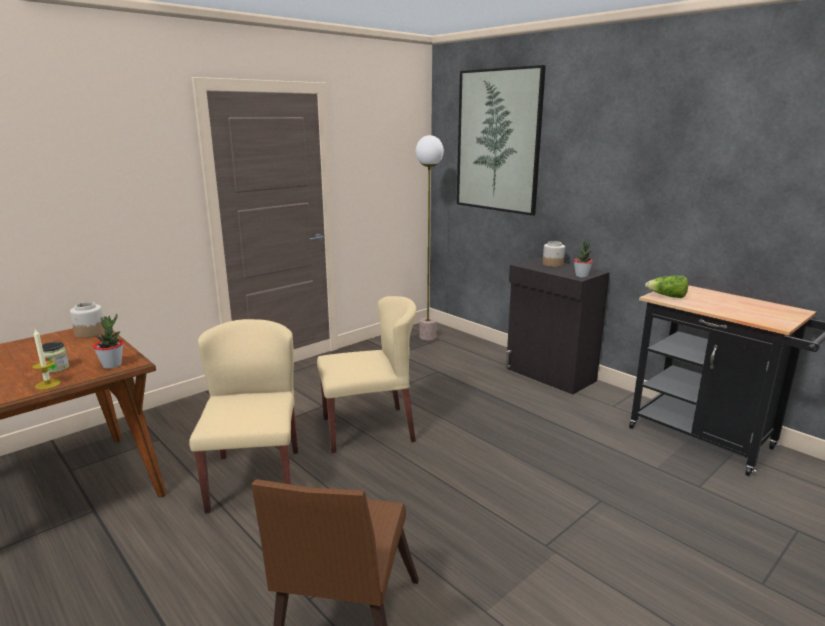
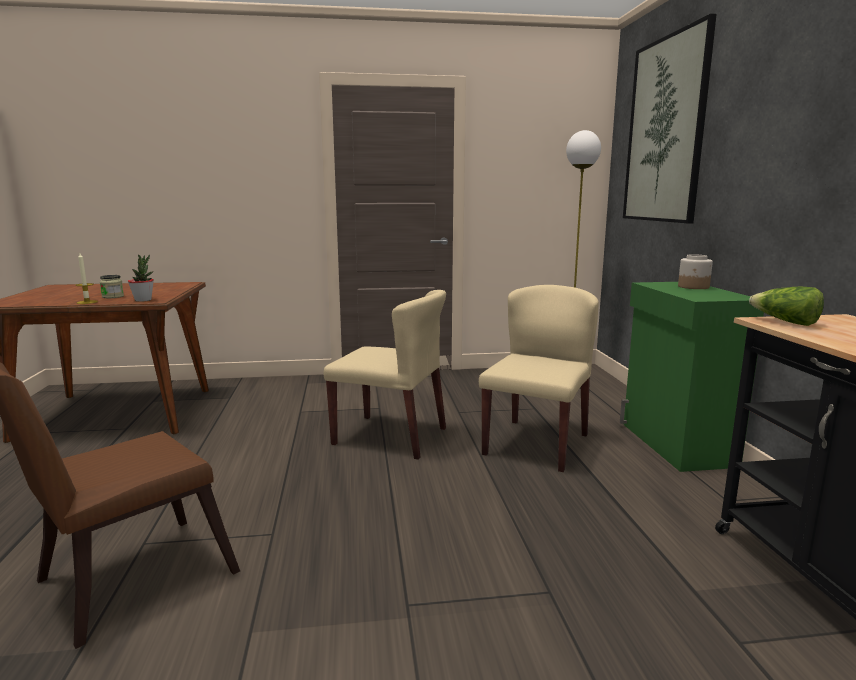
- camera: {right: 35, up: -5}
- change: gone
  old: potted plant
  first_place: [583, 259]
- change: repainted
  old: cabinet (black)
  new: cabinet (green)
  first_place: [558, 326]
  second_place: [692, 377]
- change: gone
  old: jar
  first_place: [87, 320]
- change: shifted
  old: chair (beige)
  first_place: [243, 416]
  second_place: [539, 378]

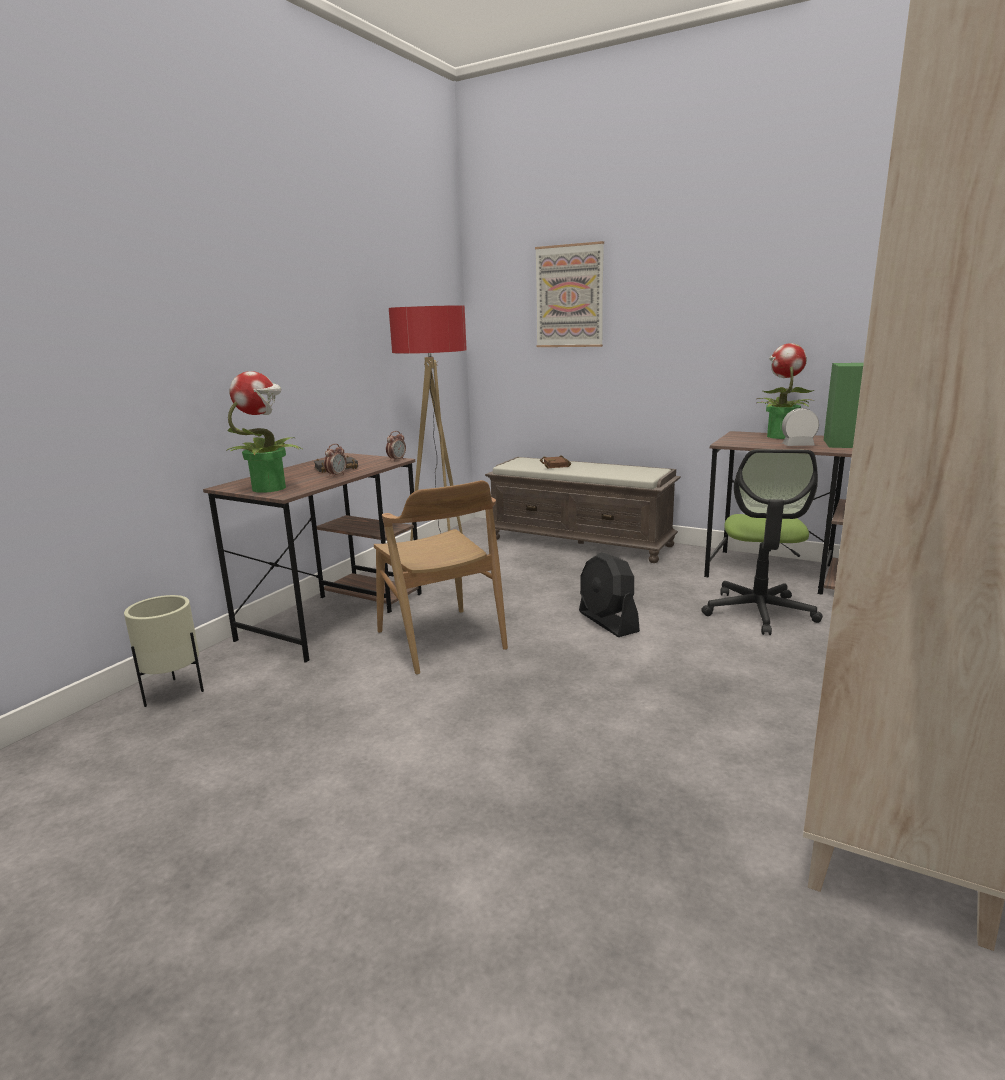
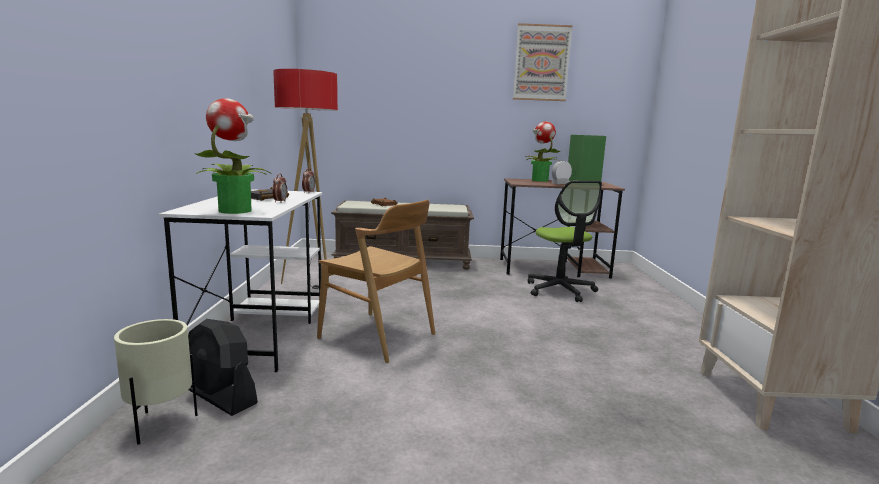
- camera: {right: -30, up: -5}
- change: shifted
  old: picture
  first_place: [569, 294]
  second_place: [543, 62]
- change: repainted
  old: desk (brown)
  new: desk (white)
  first_place: [312, 558]
  second_place: [240, 280]
- change: shifted
  old: fan (black)
  first_place: [609, 594]
  second_place: [223, 367]

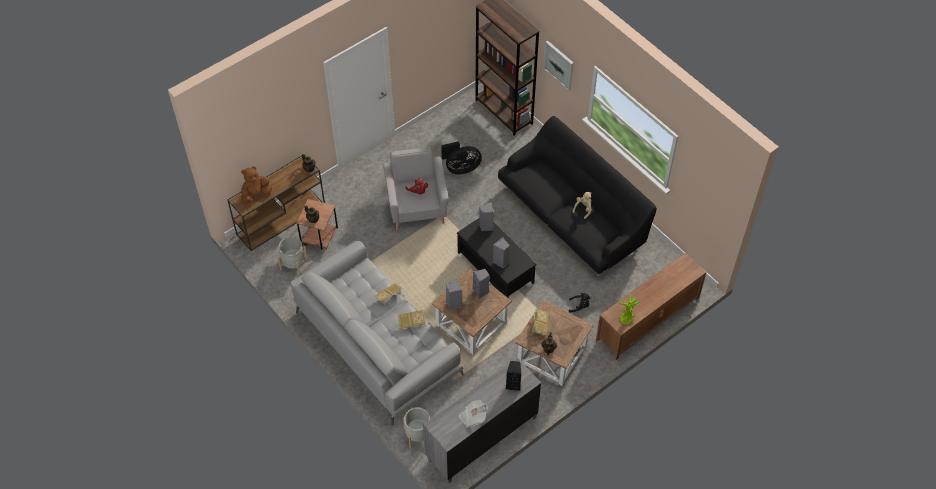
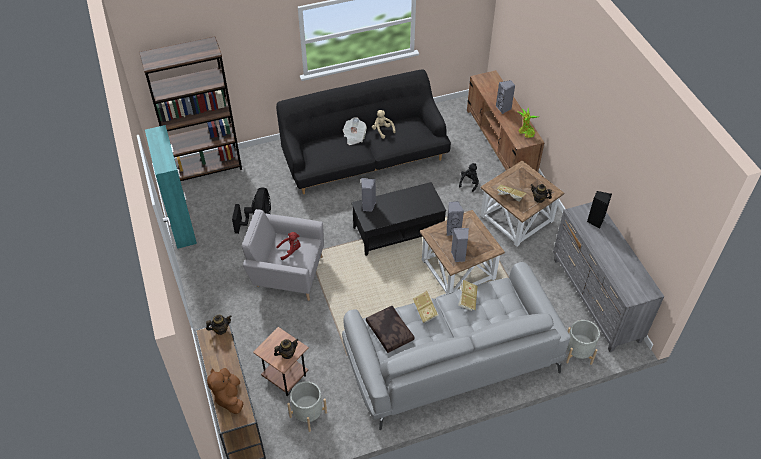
- camera: {right: -70, up: -5}
- change: gone
  old: picture
  first_place: [558, 65]
- change: shifted
  old: speaker (grey)
  first_place: [501, 252]
  second_place: [505, 97]
- change: shifted
  old: newspaper
  first_place: [473, 413]
  second_place: [355, 131]
- change: new
  new: cabinet (turquoise)
  second_place: [171, 187]
- change: new
  new: pillow (brown)
  second_place: [390, 329]

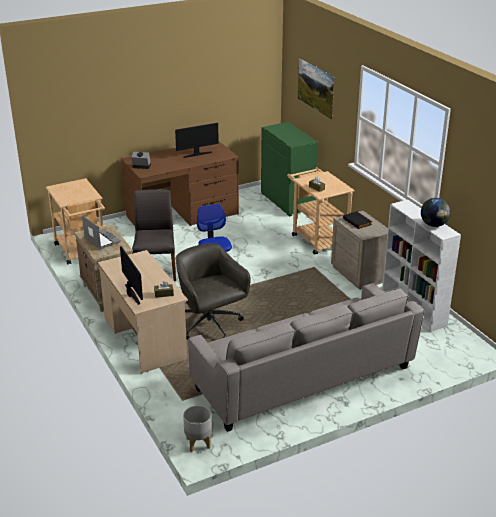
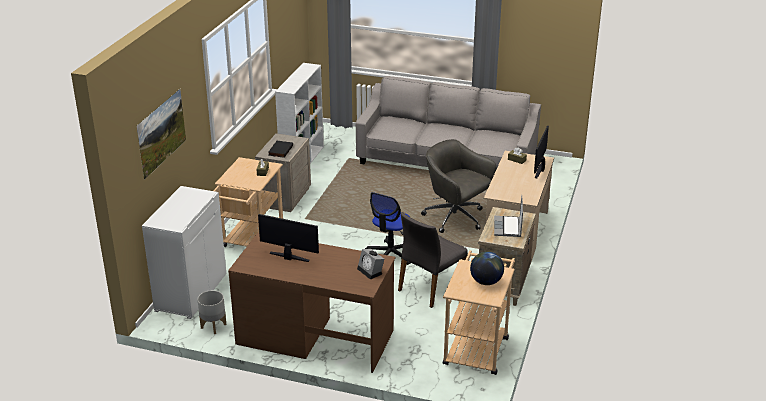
- camera: {right: -135, up: 0}
- change: repainted
  old: cabinet (green)
  new: cabinet (white)
  first_place: [289, 169]
  second_place: [184, 252]
- change: shifted
  old: globe
  first_place: [435, 212]
  second_place: [487, 268]
- change: rotated
  old: office chair (grey)
  first_place: [213, 291]
  second_place: [458, 186]
  degrees: 120
- change: shifted
  old: planter (grey)
  first_place: [197, 428]
  second_place: [212, 312]

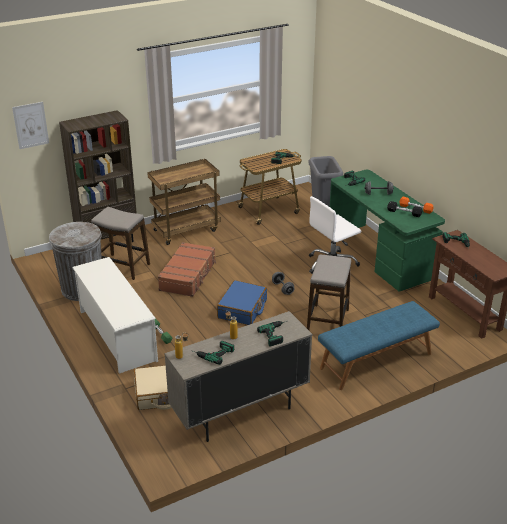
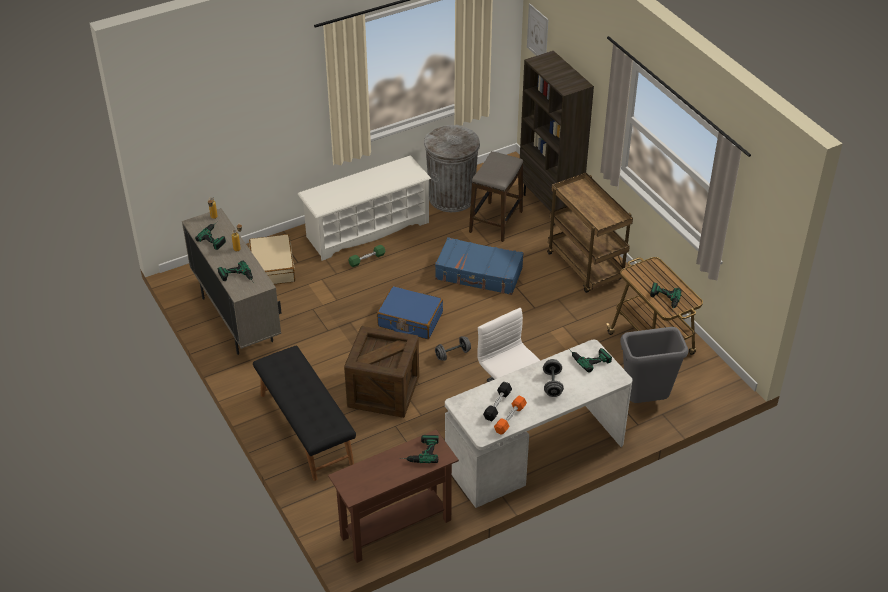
- camera: {right: 90, up: 10}
- change: repainted
  old: desk (green)
  new: desk (white)
  first_place: [387, 231]
  second_place: [538, 424]
- change: repainted
  old: suitcase (brown)
  new: suitcase (blue)
  first_place: [187, 269]
  second_place: [479, 266]
- change: swapped
  old: stool
  new: crate
  first_place: [329, 292]
  second_place: [381, 372]
- change: repainted
  old: bench (blue)
  new: bench (black)
  first_place: [379, 345]
  second_place: [304, 413]

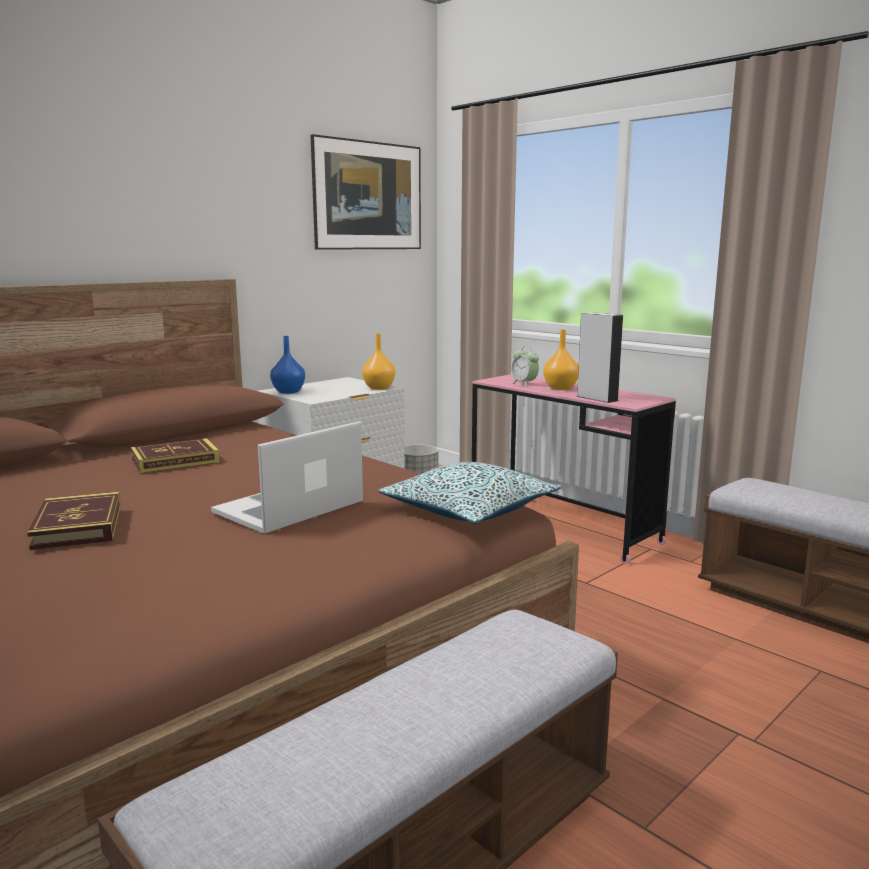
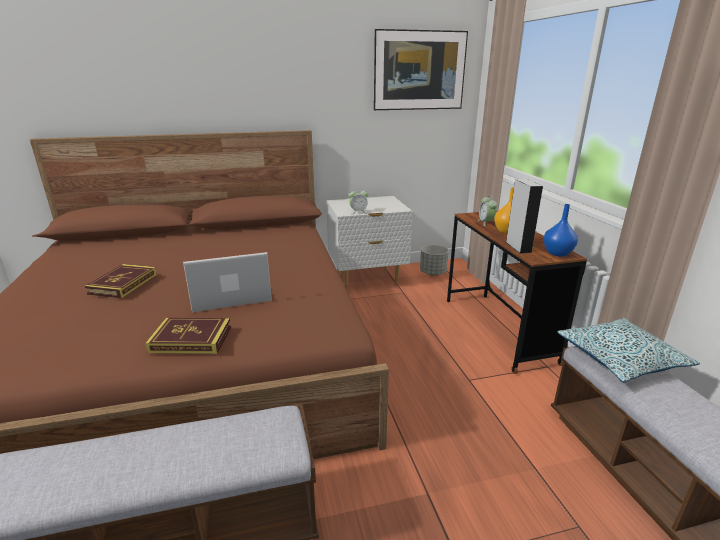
- camera: {right: 30, up: 10}
- change: gone
  old: vase (orange)
  first_place: [379, 361]
- change: shifted
  old: vase (blue)
  first_place: [287, 365]
  second_place: [561, 230]
- change: repainted
  old: desk (pink)
  new: desk (brown)
  first_place: [574, 469]
  second_place: [517, 293]
- change: shifted
  old: book
  first_place: [175, 455]
  second_place: [188, 336]
- change: shifted
  old: pillow
  first_place: [469, 493]
  second_place: [628, 350]
- change: new
  new: alarm clock
  second_place: [358, 201]

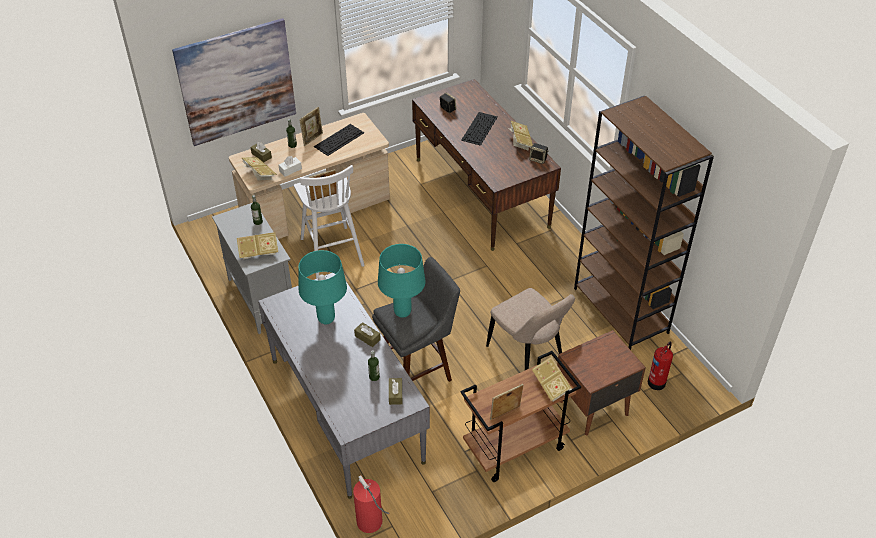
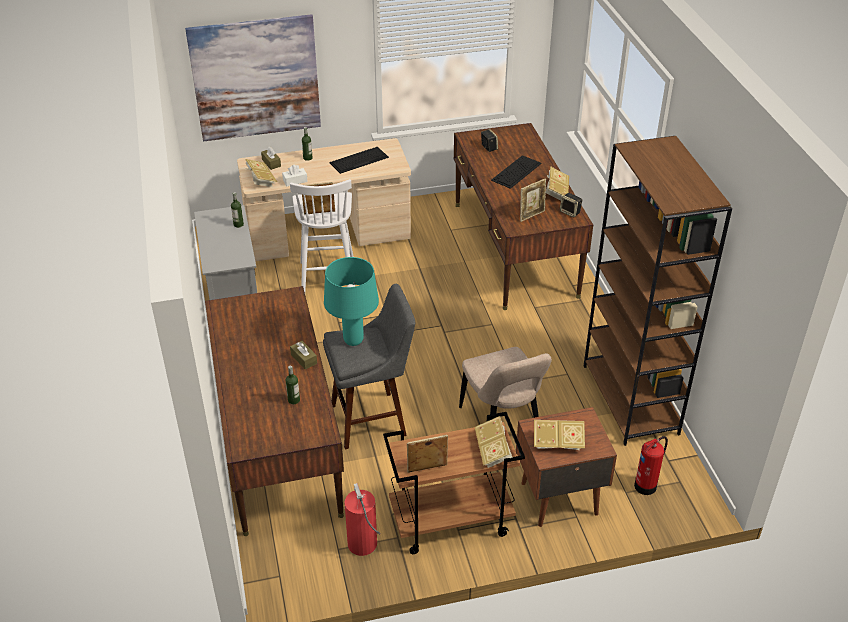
- camera: {right: 15, up: -5}
- change: shifted
  old: picture frame
  first_place: [311, 126]
  second_place: [533, 200]
- change: shifted
  old: book
  first_place: [257, 246]
  second_place: [559, 435]
- change: gone
  old: table lamp (turquoise)
  first_place: [323, 287]
- change: repainted
  old: desk (grey)
  new: desk (brown)
  first_place: [344, 386]
  second_place: [274, 411]
- change: gone
  old: tissue box (brown)
  first_place: [395, 391]
- change: shifted
  old: fire extinguisher
  first_place: [371, 504]
  second_place: [363, 519]

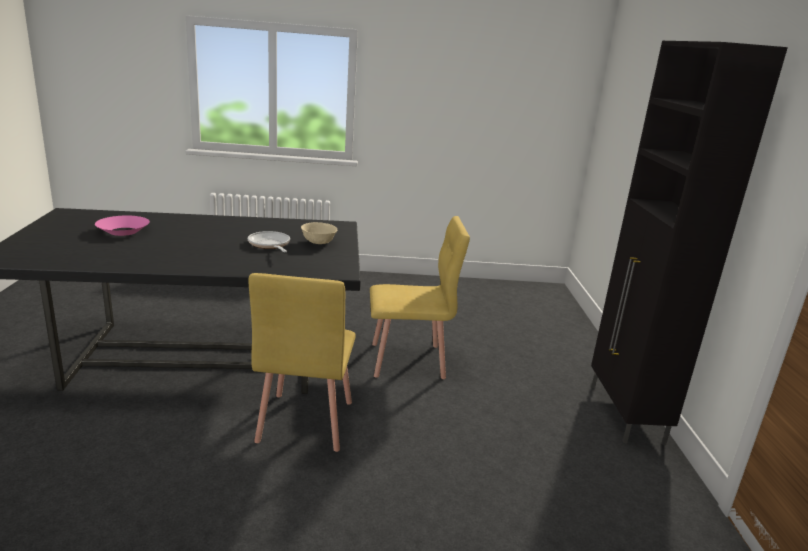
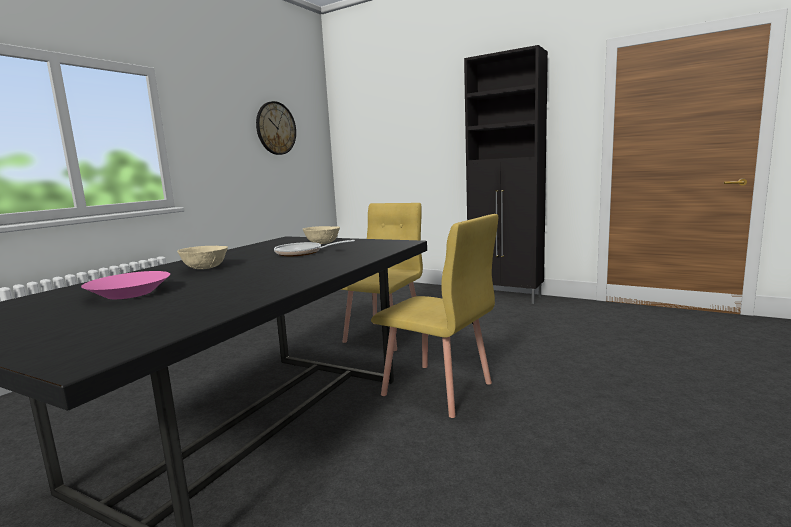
- camera: {right: -55, up: -10}
- change: new
  new: wall clock
  second_place: [276, 128]
- change: new
  new: bowl (beige)
  second_place: [202, 257]

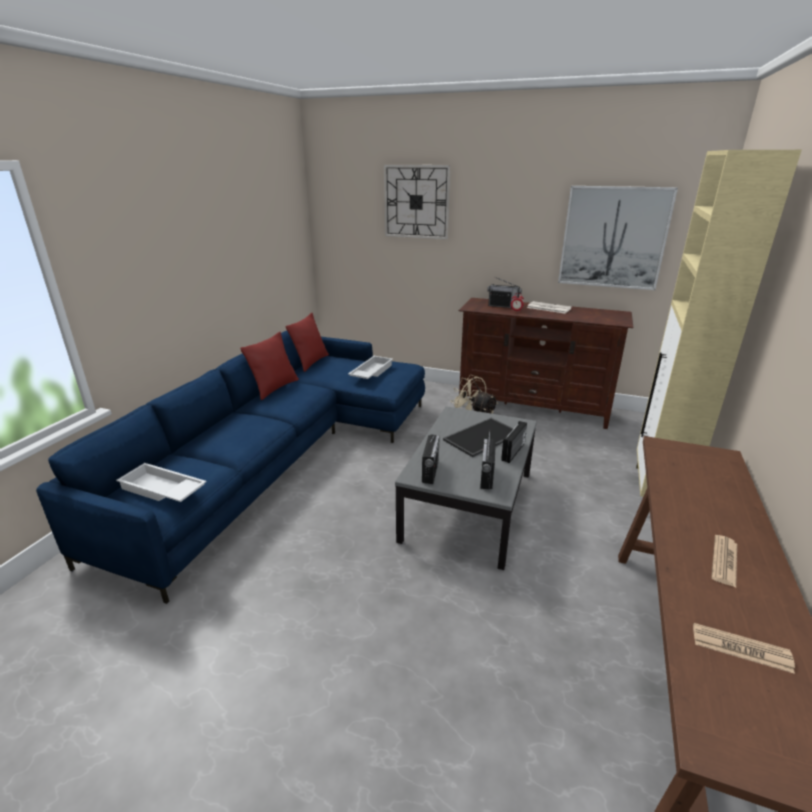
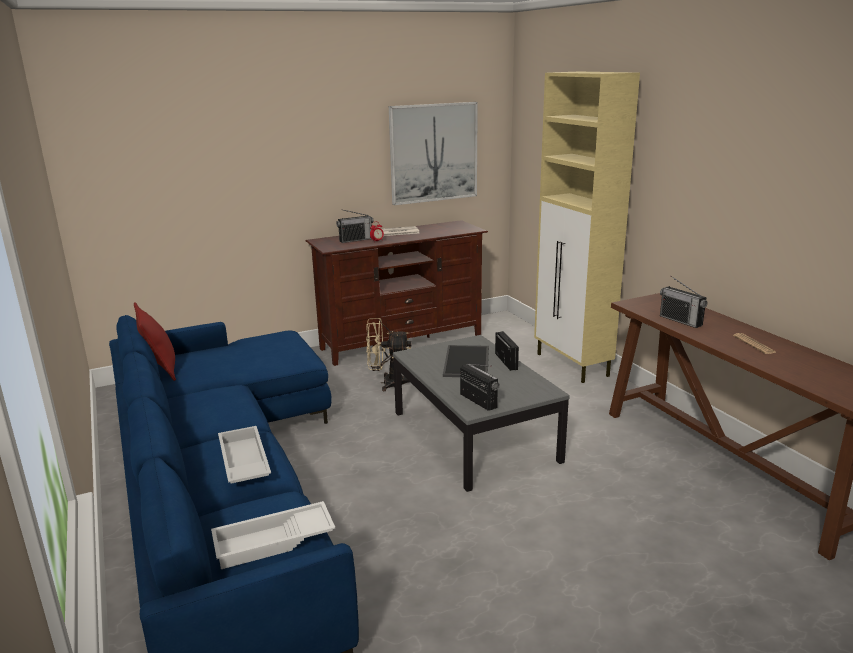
- camera: {right: -45, up: -5}
- change: gone
  old: wall clock
  first_place: [417, 202]
- change: gone
  old: pillow (red)
  first_place: [269, 366]
- change: shifted
  old: tray (white)
  first_place: [370, 367]
  second_place: [244, 455]
- change: shifted
  old: radio
  first_place: [488, 459]
  second_place: [683, 302]
- change: gone
  old: newspaper
  first_place: [744, 648]

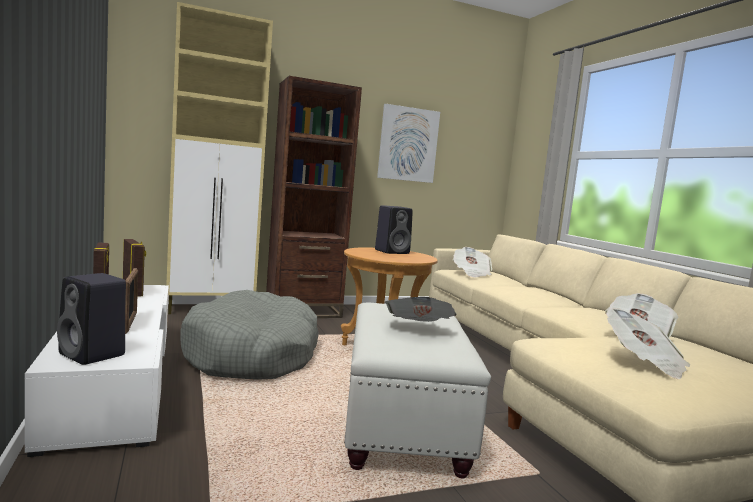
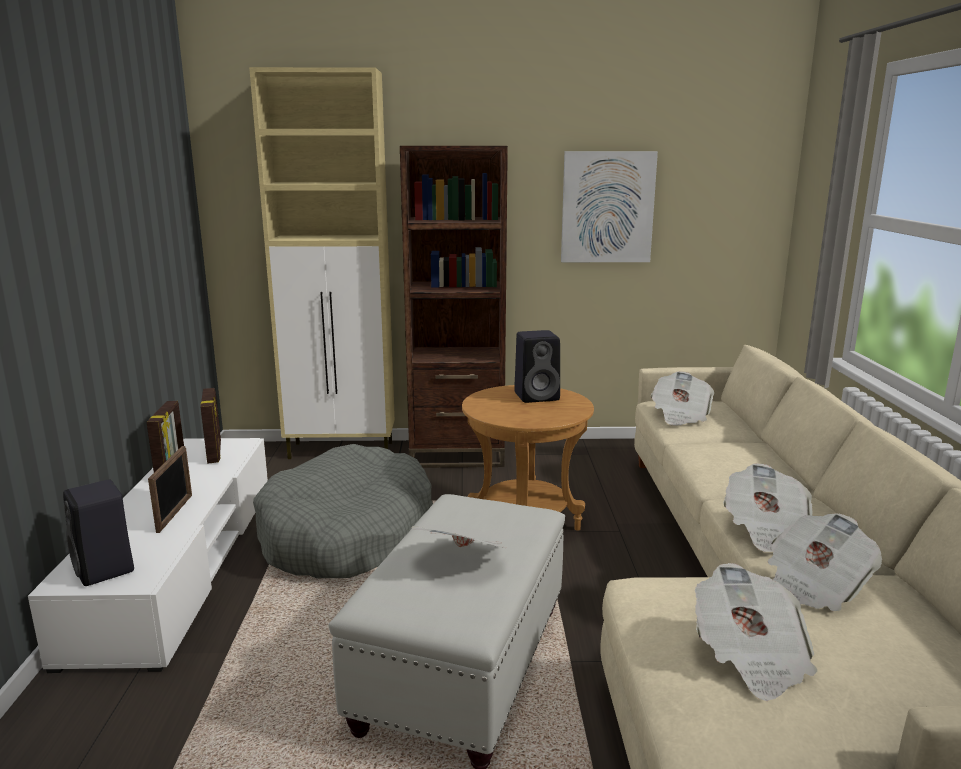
- camera: {right: 20, up: 10}
- change: new
  new: newspaper
  second_place: [768, 507]

